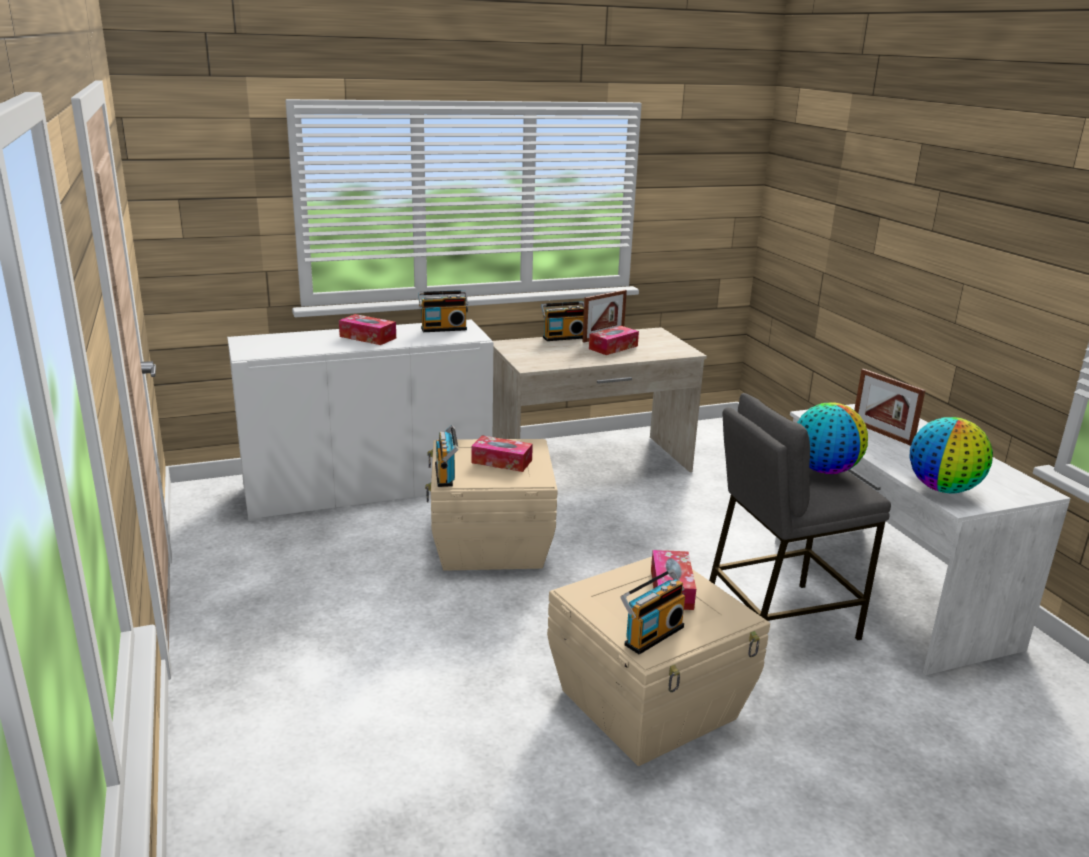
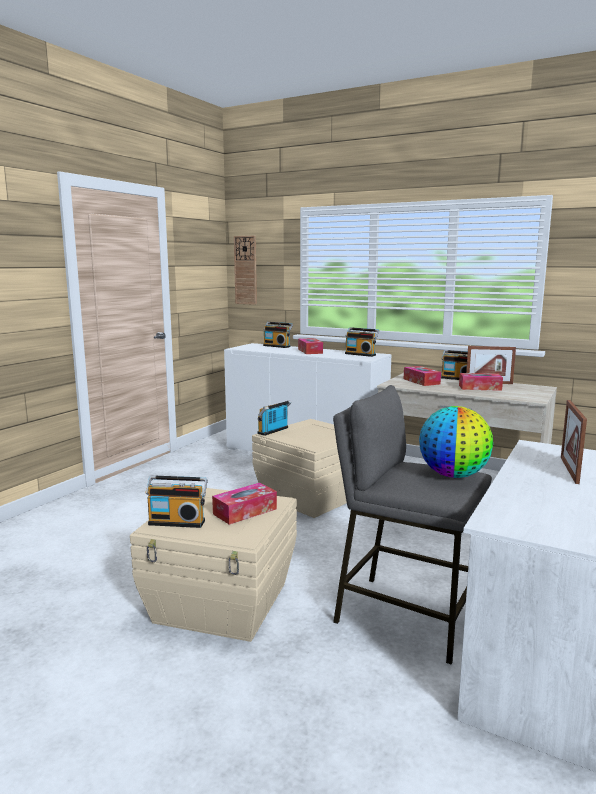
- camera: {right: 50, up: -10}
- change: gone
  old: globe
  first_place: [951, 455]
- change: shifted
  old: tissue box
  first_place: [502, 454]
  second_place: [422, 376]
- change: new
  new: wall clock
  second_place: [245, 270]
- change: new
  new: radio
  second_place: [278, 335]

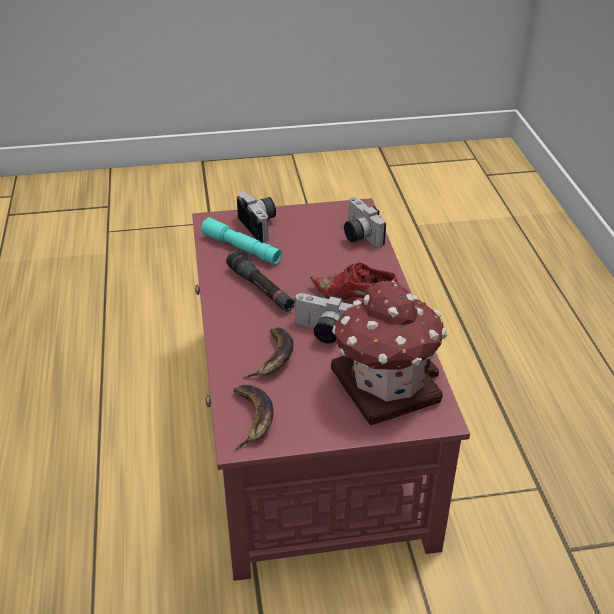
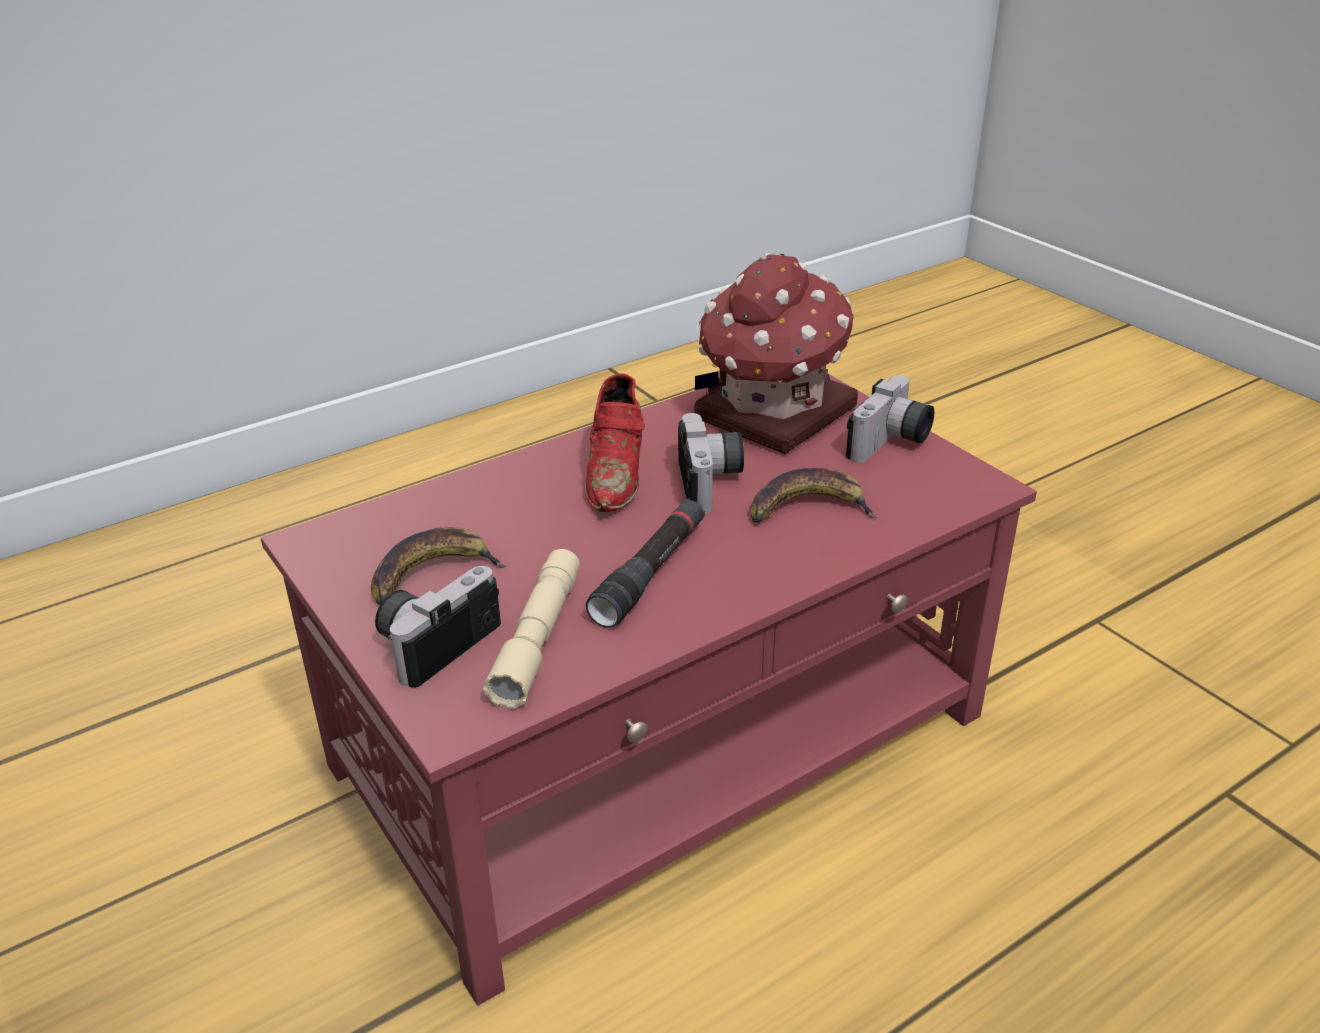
- camera: {right: -115, up: -5}
- change: shifted
  old: photo camera
  first_place: [365, 222]
  second_place: [890, 419]
- change: repainted
  old: flashlight (turquoise)
  new: flashlight (beige)
  first_place: [241, 241]
  second_place: [531, 629]
- change: shifted
  old: banana
  first_place: [253, 417]
  second_place: [438, 566]

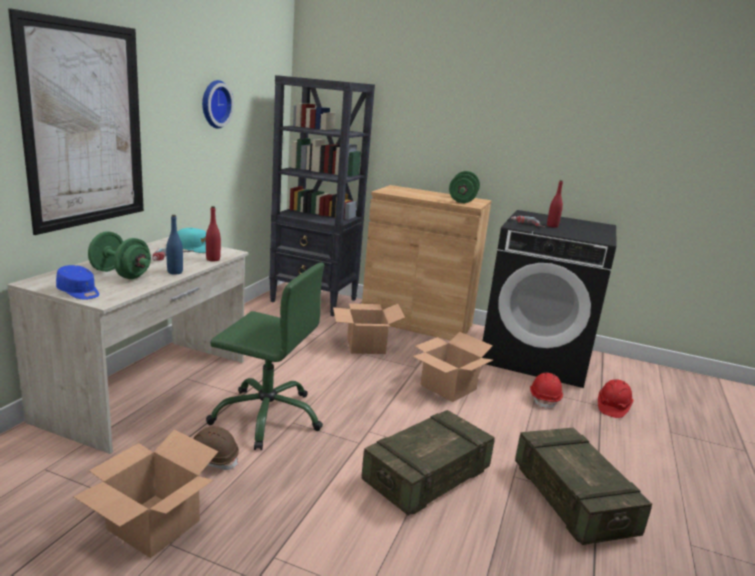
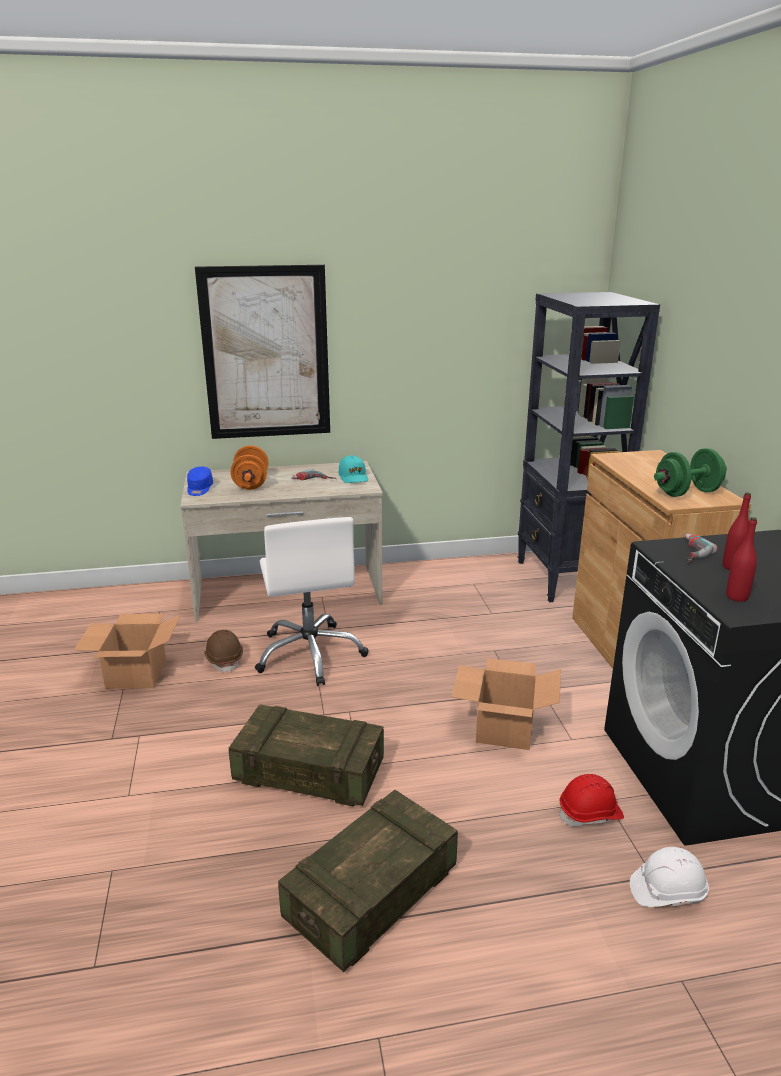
- camera: {right: 60, up: 5}
- change: gone
  old: wall clock
  first_place: [218, 104]
- change: shifted
  old: bottle (red)
  first_place: [213, 233]
  second_place: [741, 559]
- change: gone
  old: bottle (blue)
  first_place: [174, 244]
- change: repainted
  old: dumbbell (green)
  new: dumbbell (orange)
  first_place: [119, 255]
  second_place: [249, 467]
- change: repainted
  old: office chair (green)
  new: office chair (white)
  first_place: [265, 356]
  second_place: [311, 601]
- change: gone
  old: cardboard box
  first_place: [369, 328]
- change: repainted
  old: hard hat (red)
  new: hard hat (white)
  first_place: [615, 398]
  second_place: [669, 877]

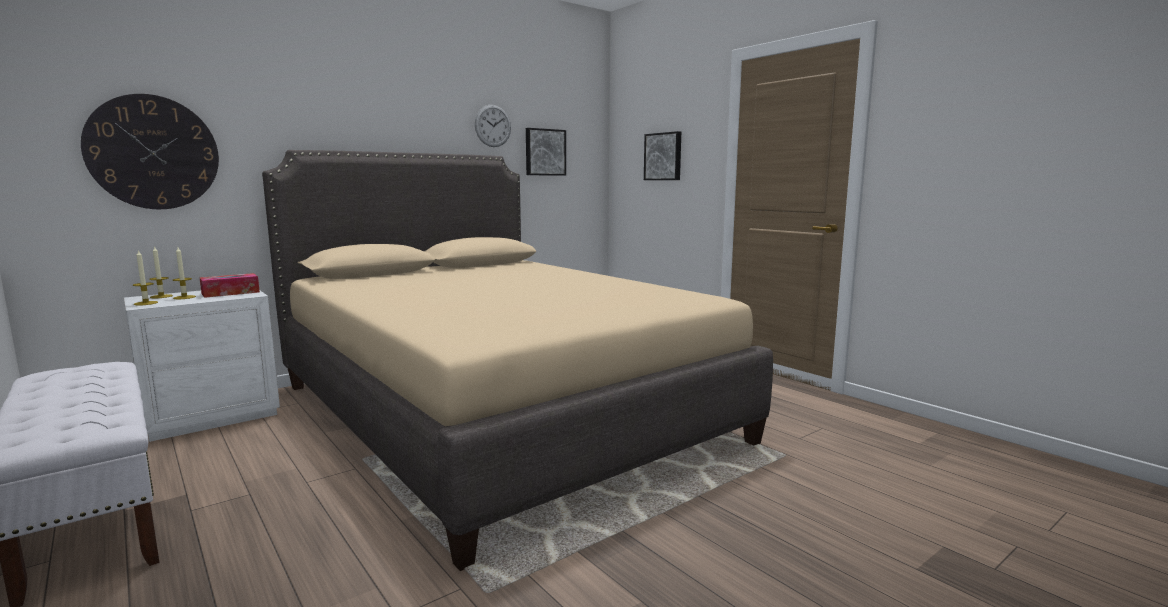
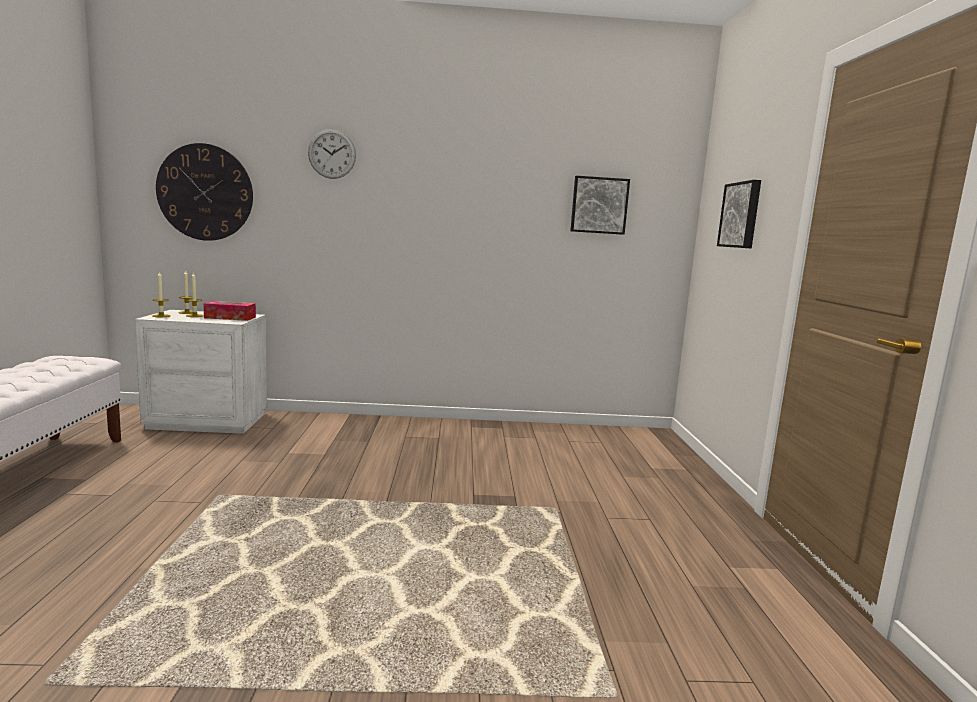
- camera: {right: 35, up: 0}
- change: shifted
  old: wall clock
  first_place: [493, 126]
  second_place: [332, 154]
- change: gone
  old: bed (beige)
  first_place: [517, 360]

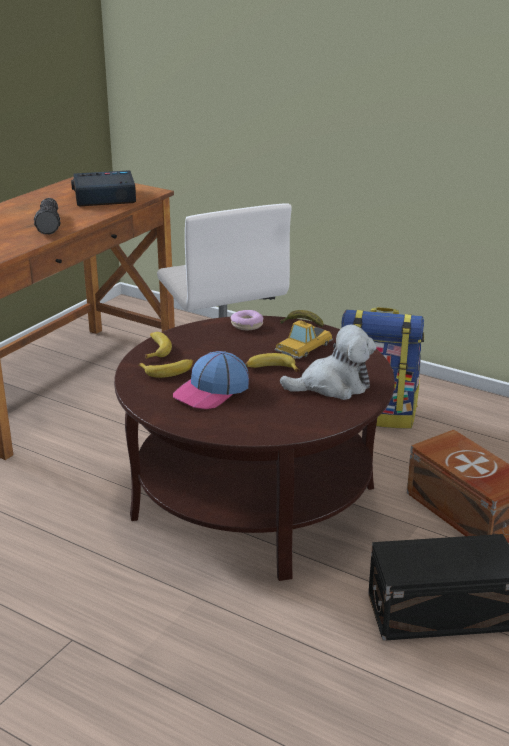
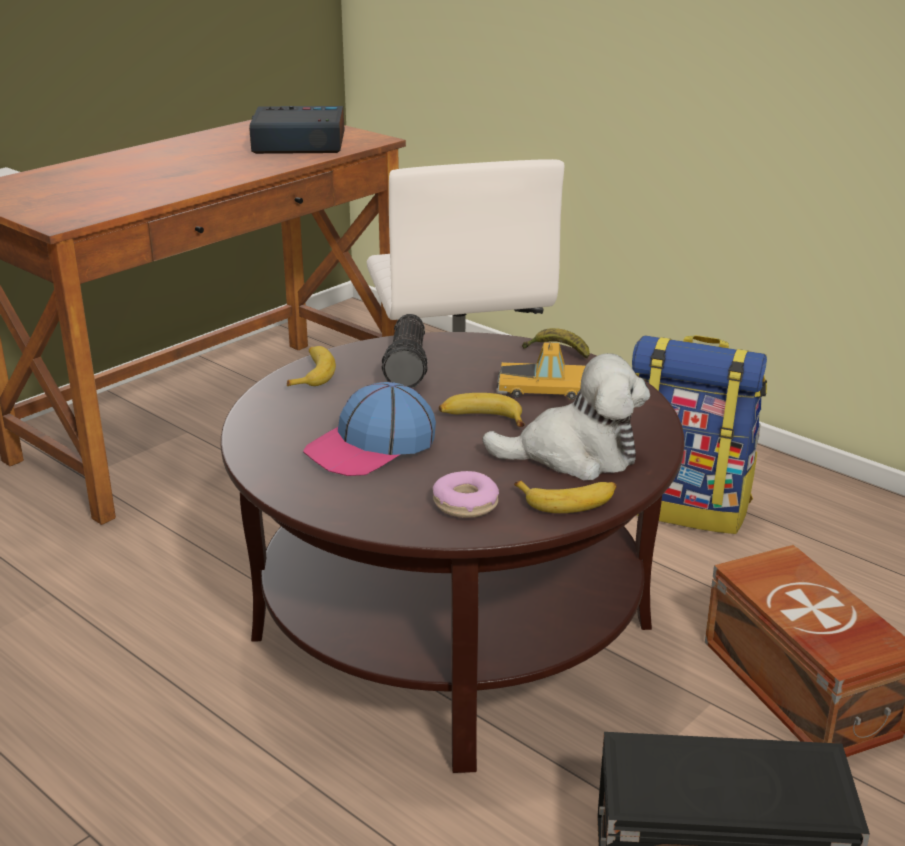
- camera: {right: 10, up: 0}
- change: shifted
  old: flashlight
  first_place: [47, 216]
  second_place: [405, 351]
- change: shifted
  old: donut
  first_place: [246, 320]
  second_place: [466, 494]
- change: rotated
  old: toy car
  first_place: [304, 339]
  second_place: [541, 371]
  degrees: -135
- change: shifted
  old: banana
  first_place: [165, 368]
  second_place: [565, 497]

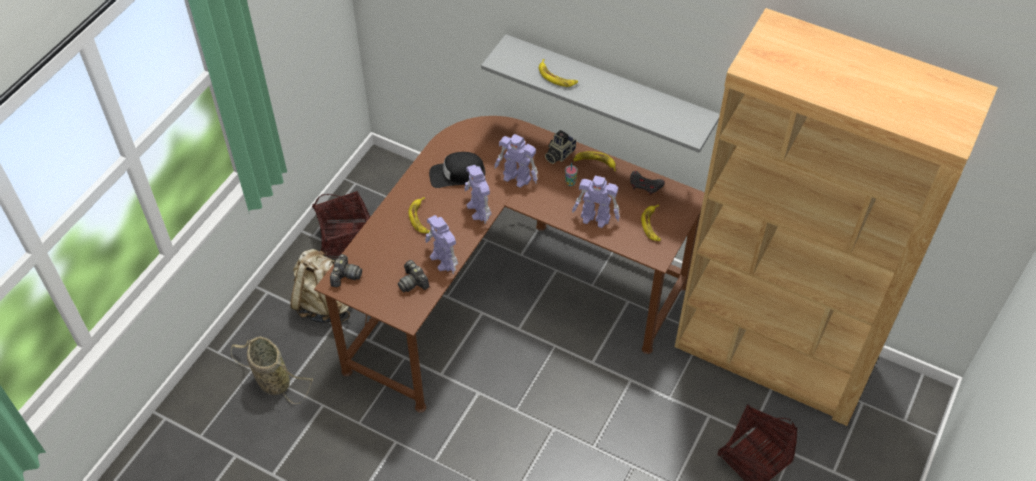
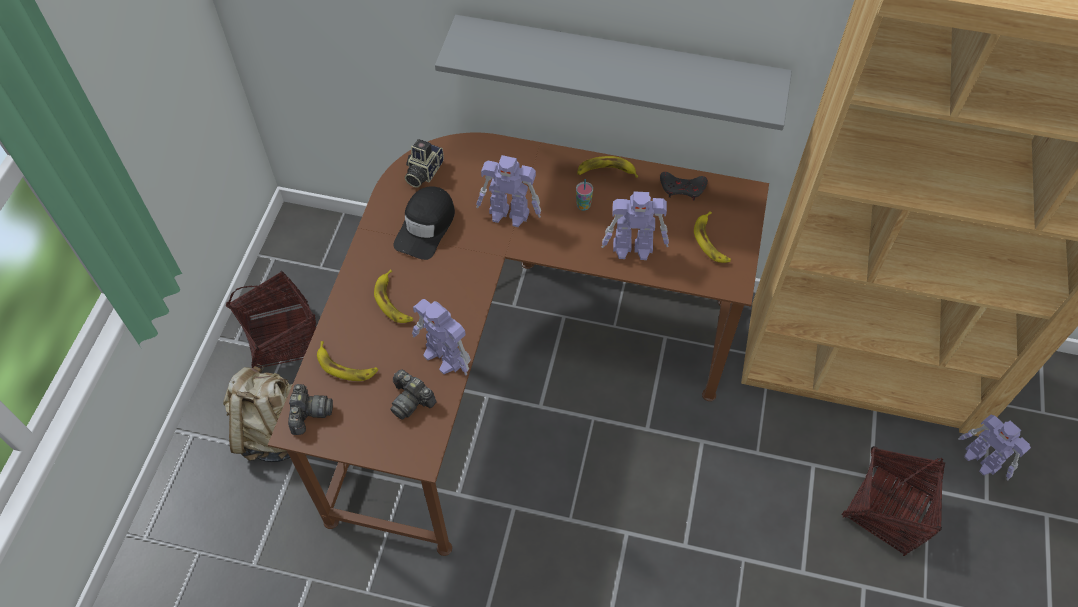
- camera: {right: -15, up: 5}
- change: shifted
  old: banana
  first_place: [558, 73]
  second_place: [347, 361]
- change: shifted
  old: photo camera
  first_place: [560, 147]
  second_place: [424, 163]
- change: rotated
  old: cap (black)
  first_place: [457, 170]
  second_place: [424, 223]
  degrees: -45
- change: shifted
  old: toy robot
  first_place: [477, 194]
  second_place: [994, 448]
- change: gone
  old: basket
  first_place: [271, 370]

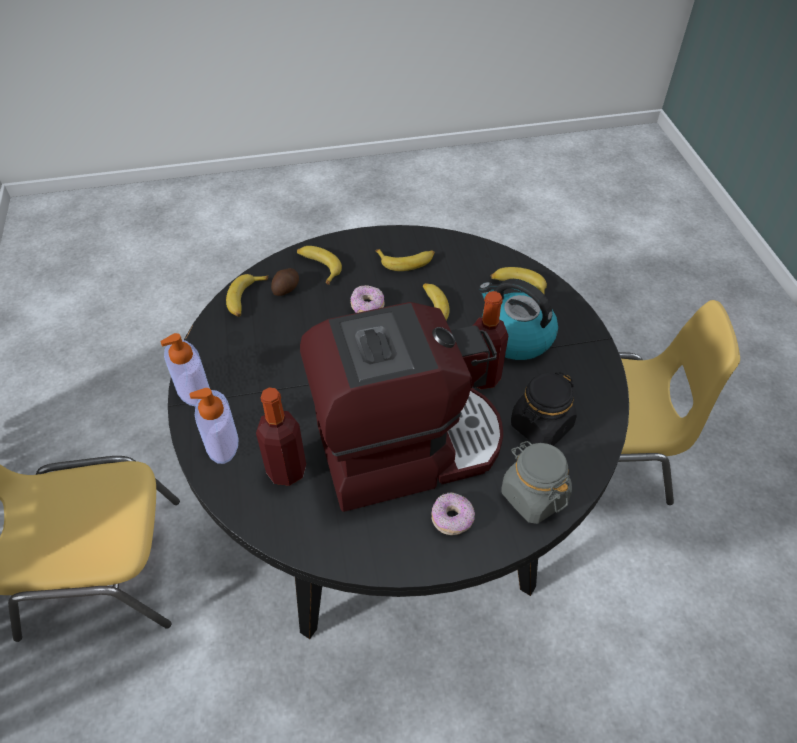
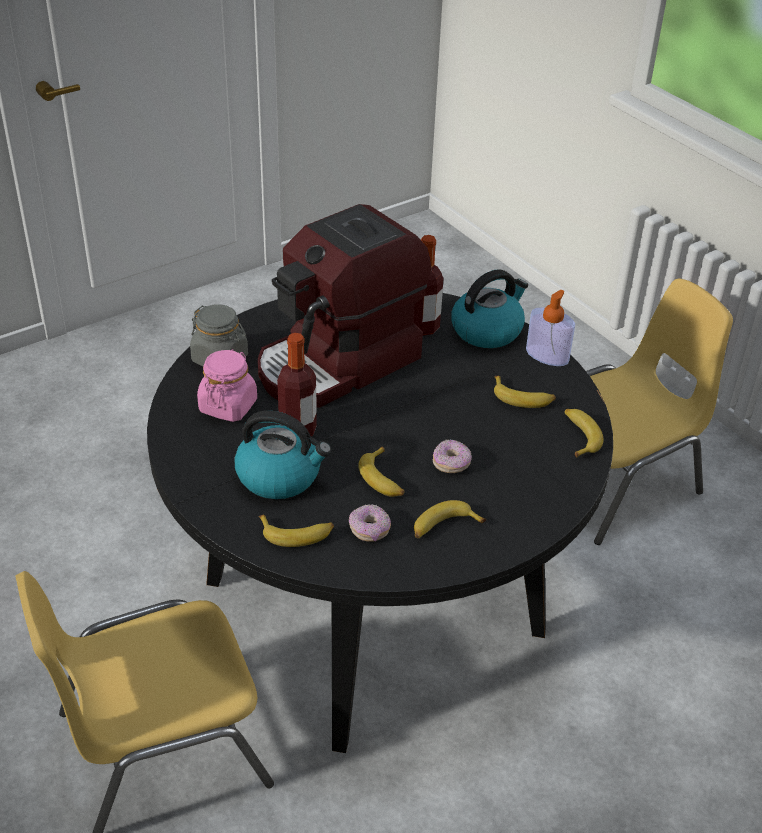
- camera: {right: 155, up: -10}
- change: shifted
  old: banana
  first_place: [319, 265]
  second_place: [525, 392]
- change: gone
  old: potato
  first_place: [285, 282]
- change: repainted
  old: jar (black)
  new: jar (pink)
  first_place: [544, 409]
  second_place: [227, 385]
- change: swapped
  old: soap dispenser
  new: kettle
  first_place: [214, 426]
  second_place: [489, 308]
- change: shifted
  old: donut
  first_place: [453, 513]
  second_place: [370, 523]

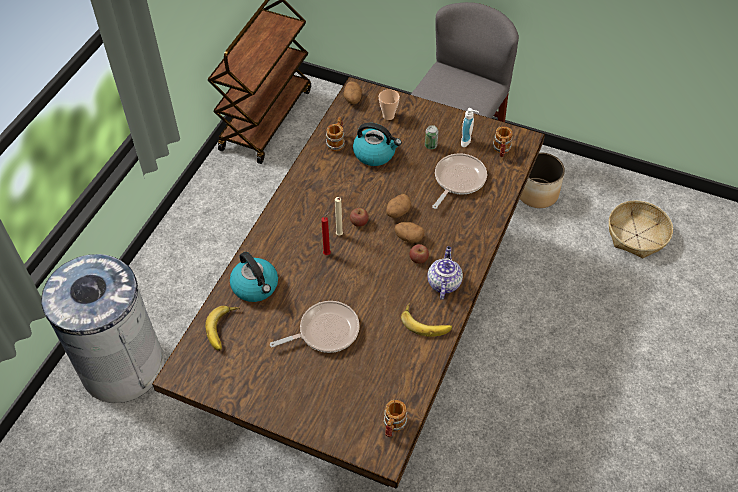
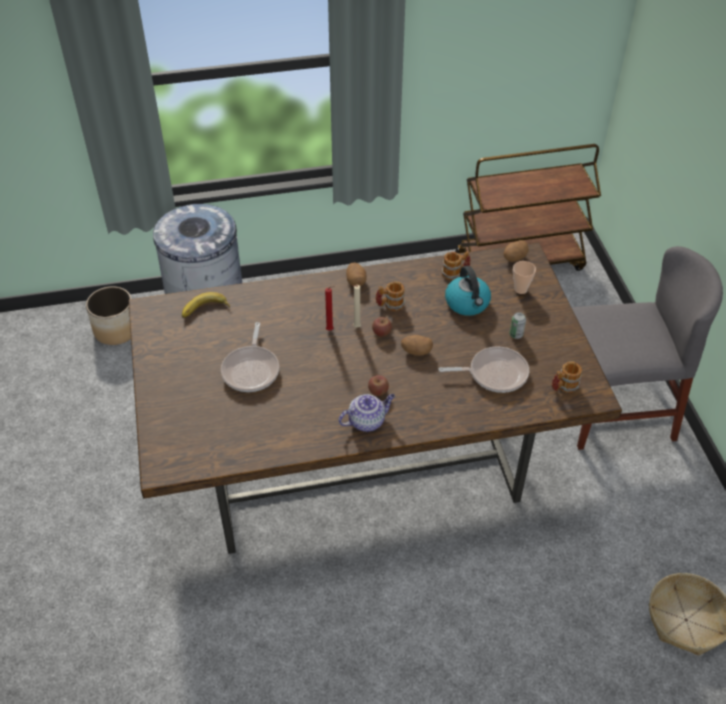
- camera: {right: 55, up: -5}
- change: gone
  old: soap dispenser
  first_place: [470, 127]
- change: shifted
  old: planter
  first_place: [542, 180]
  second_place: [109, 315]
- change: shifted
  old: potato
  first_place: [409, 232]
  second_place: [356, 274]
- change: gone
  old: kettle
  first_place: [254, 277]
- change: rotated
  old: frying pan
  first_place: [315, 327]
  second_place: [250, 357]
  degrees: 60
- change: gone
  old: banana
  first_place: [426, 319]
- change: shifted
  old: mug
  first_place: [395, 418]
  second_place: [390, 296]

